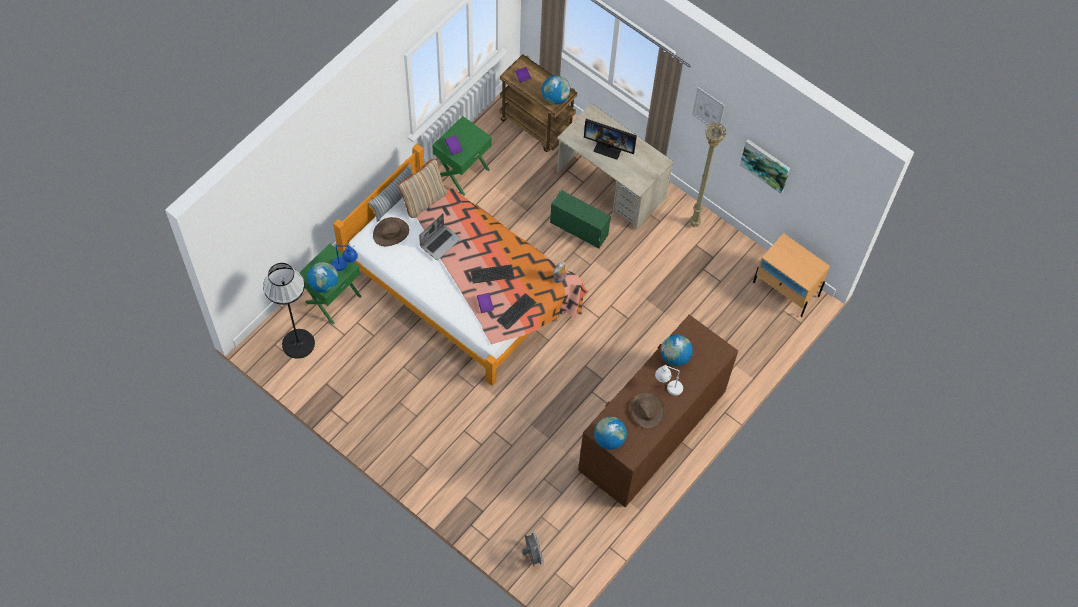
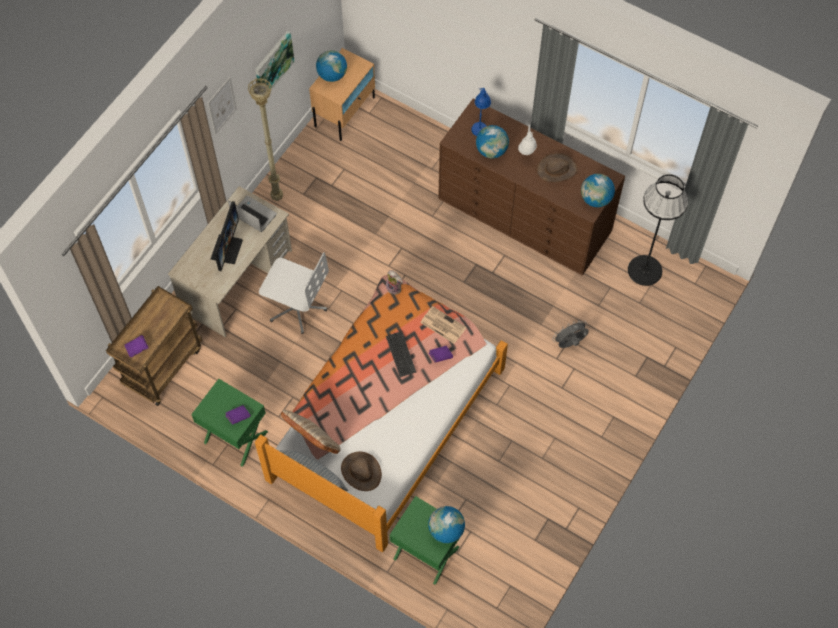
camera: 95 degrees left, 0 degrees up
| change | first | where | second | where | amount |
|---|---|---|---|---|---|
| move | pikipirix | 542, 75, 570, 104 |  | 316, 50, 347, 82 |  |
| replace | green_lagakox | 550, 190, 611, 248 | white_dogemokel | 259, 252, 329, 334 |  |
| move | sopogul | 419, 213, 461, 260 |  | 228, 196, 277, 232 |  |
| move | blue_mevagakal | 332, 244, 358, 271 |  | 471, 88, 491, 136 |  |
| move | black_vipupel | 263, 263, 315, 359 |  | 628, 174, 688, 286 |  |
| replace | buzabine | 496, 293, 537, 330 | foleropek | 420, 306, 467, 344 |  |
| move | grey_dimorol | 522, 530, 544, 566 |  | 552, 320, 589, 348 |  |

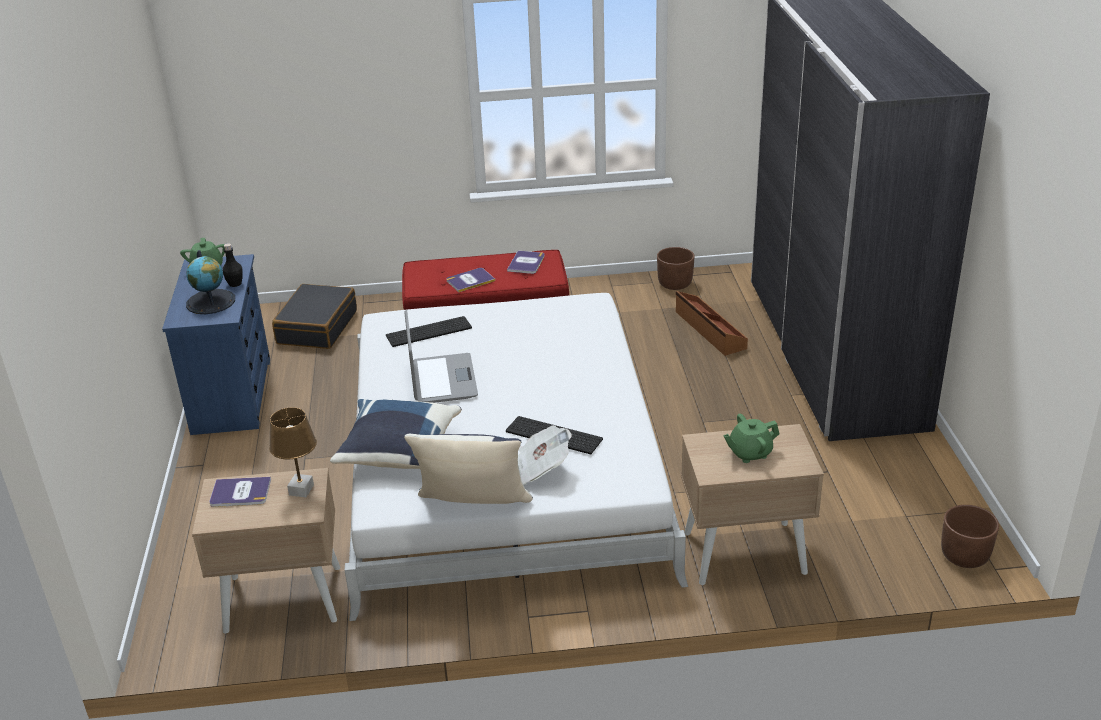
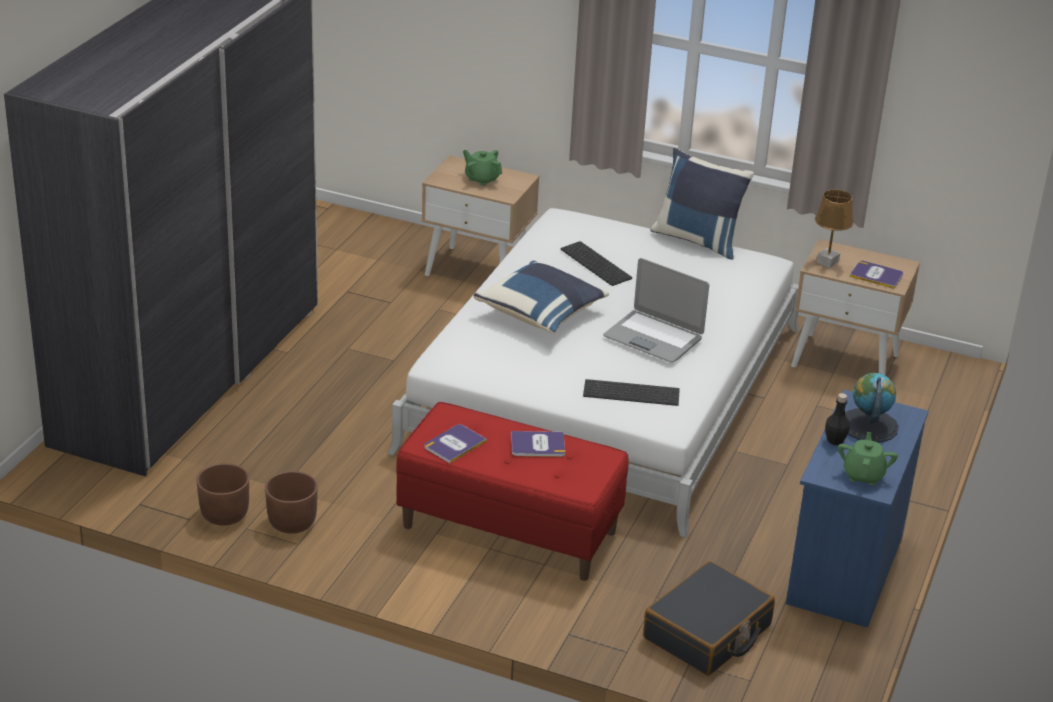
camera: 155 degrees left, 0 degrees up
| change | first | where | second | where | amount |
|---|---|---|---|---|---|
| delete | brown_lagakox | 676, 291, 748, 356 |  |  |  |
| rotate | sopogul | 404, 310, 478, 403 |  | 603, 258, 709, 363 | 75 degrees counterclockwise |
| move | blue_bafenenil | 330, 399, 462, 469 |  | 473, 261, 609, 334 |  |
| rotate | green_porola | 723, 414, 779, 463 |  | 463, 150, 502, 186 | 150 degrees counterclockwise |
| delete | foleropek | 518, 425, 572, 485 |  |  |  |
| move | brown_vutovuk | 941, 505, 999, 568 |  | 265, 471, 318, 534 |  |

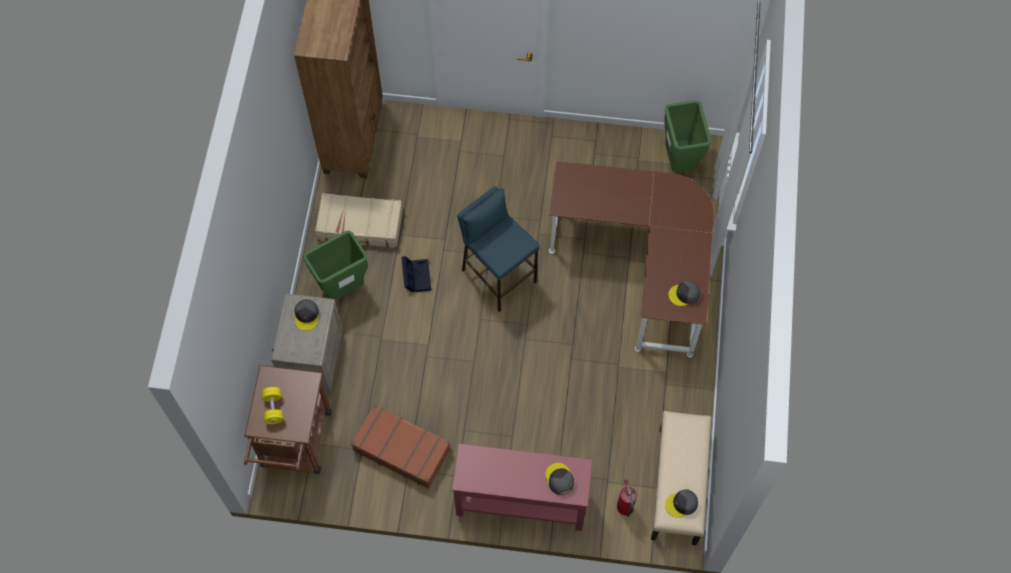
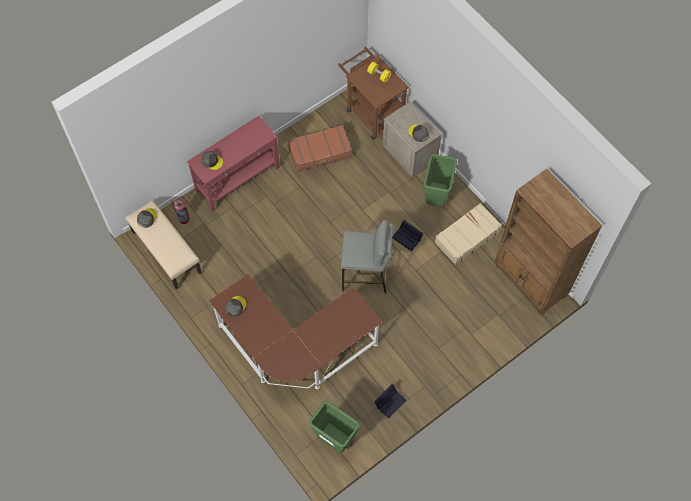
camera: 135 degrees right, 0 degrees up
| change | first | where | second | where | amount |
|---|---|---|---|---|---|
| recolor | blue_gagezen | 457, 186, 540, 312 | grey_gagezen | 341, 220, 393, 293 |  |
| insert |  |  | black_lagakox | 374, 384, 406, 419 |  |

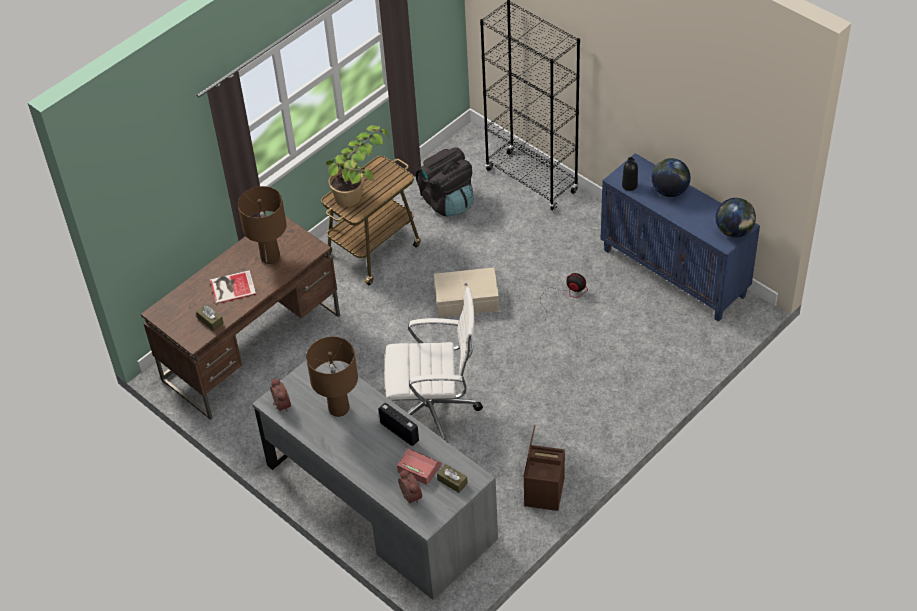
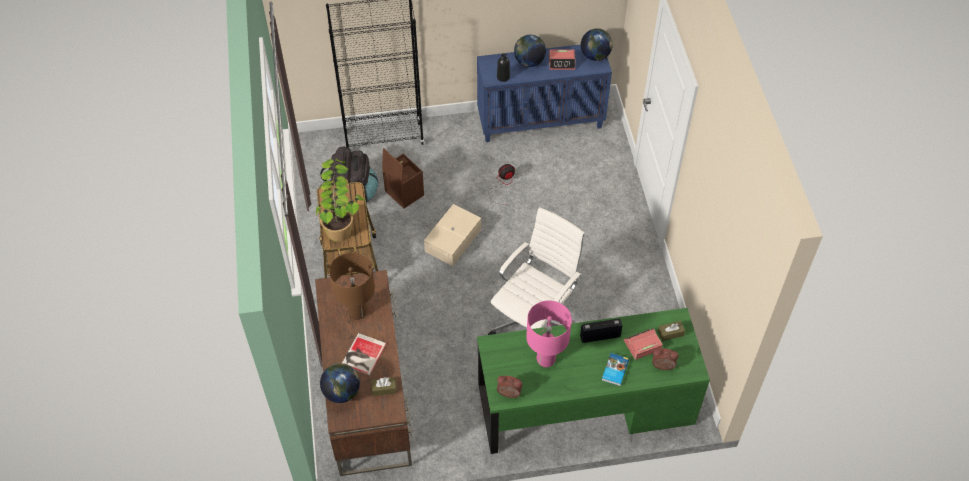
camera: 55 degrees left, 5 degrees up
| change | first | where | second | where | amount |
|---|---|---|---|---|---|
| recolor | brown_mevagakal | 306, 337, 358, 417 | pink_mevagakal | 526, 300, 572, 367 |  |
| recolor | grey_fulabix | 252, 360, 498, 600 | green_fulabix | 477, 308, 710, 454 |  |
| move | brown_lagakox | 523, 425, 565, 511 |  | 382, 148, 424, 209 |  |
| insert |  |  | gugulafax | 549, 50, 575, 70 |  |
| insert |  |  | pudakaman | 602, 353, 629, 386 |  |
| insert |  |  | pikipirix | 320, 363, 360, 403 |  |

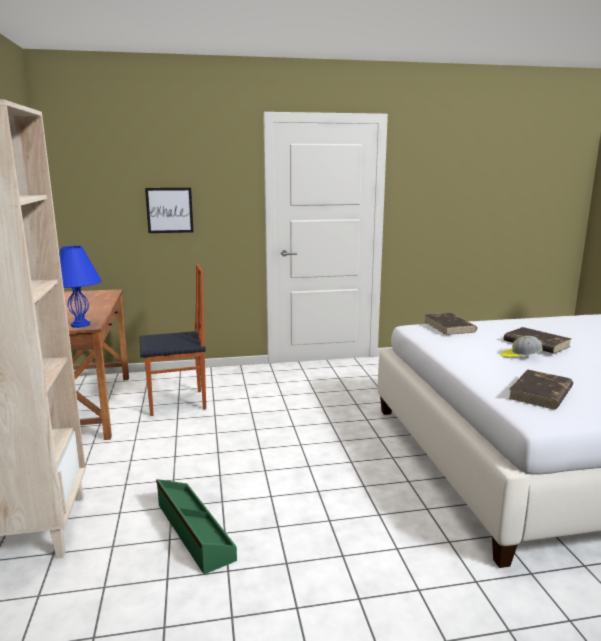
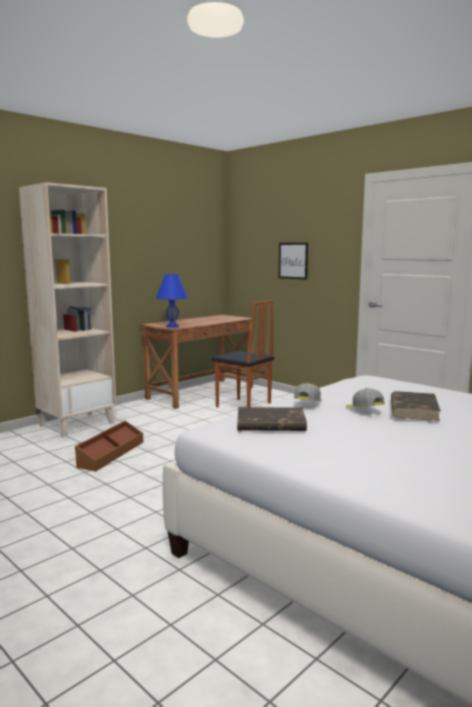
camera: 55 degrees right, 5 degrees down
| change | first | where | second | where | amount |
|---|---|---|---|---|---|
| delete | brown_pudakaman | 424, 313, 477, 335 |  |  |  |
| recolor | green_lagakox | 156, 479, 237, 574 | brown_lagakox | 75, 421, 143, 472 |  |
| insert |  |  | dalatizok | 294, 383, 322, 401 |  |

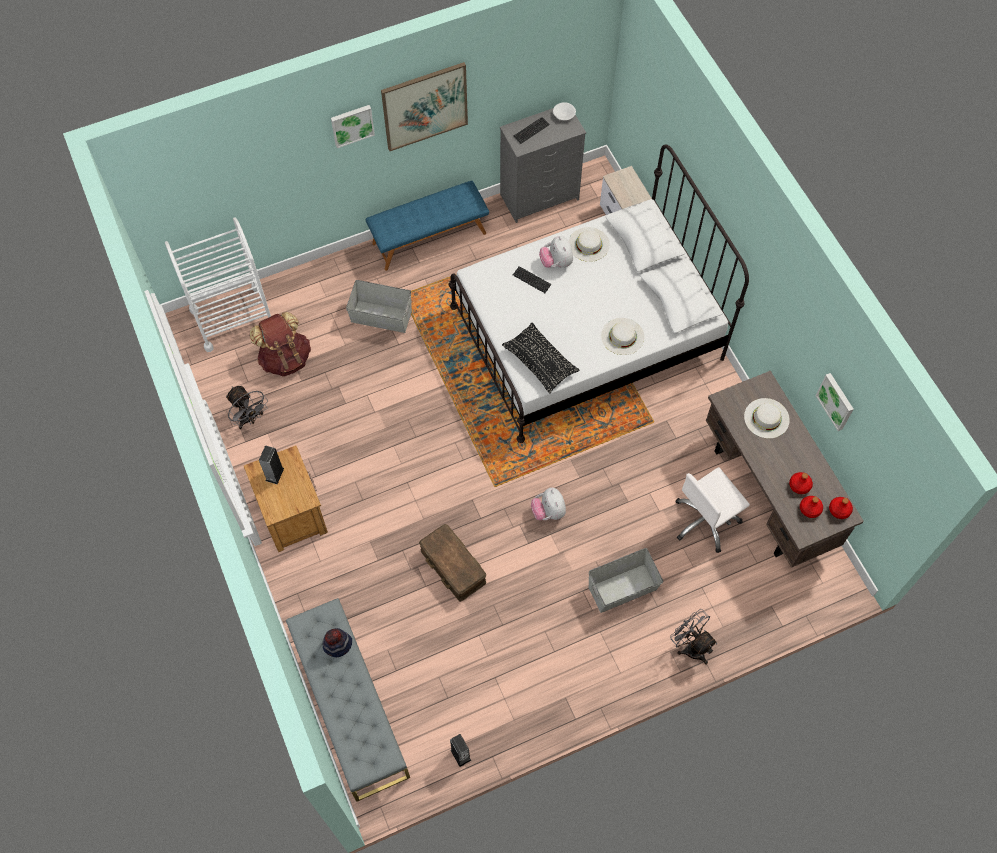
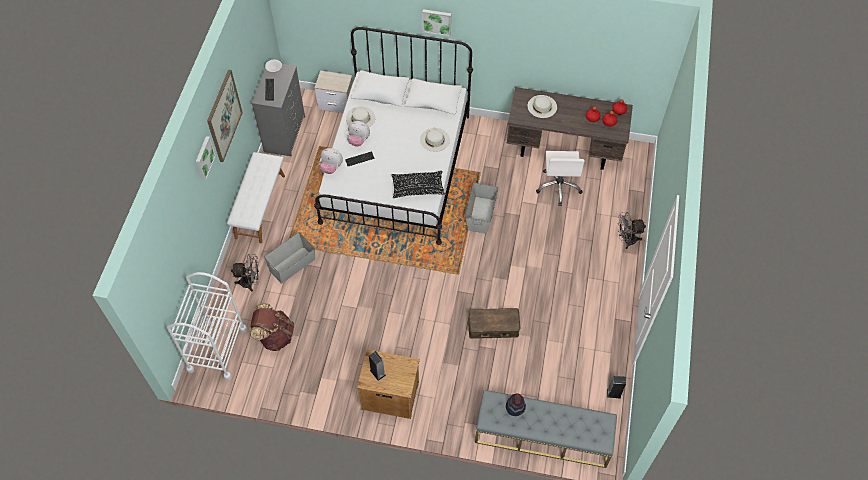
camera: 55 degrees left, 5 degrees down
| change | first | where | second | where | amount |
|---|---|---|---|---|---|
| recolor | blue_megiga | 366, 181, 489, 271 | white_megiga | 227, 152, 285, 243 |  |
| move | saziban | 816, 373, 854, 431 |  | 422, 9, 451, 36 |  |
| move | grey_dimorol | 226, 386, 268, 429 |  | 231, 254, 259, 292 |  |
| move | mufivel | 531, 487, 566, 520 |  | 319, 148, 343, 174 |  |
| move | grey_lagakox | 589, 548, 663, 613 |  | 465, 183, 499, 234 |  |

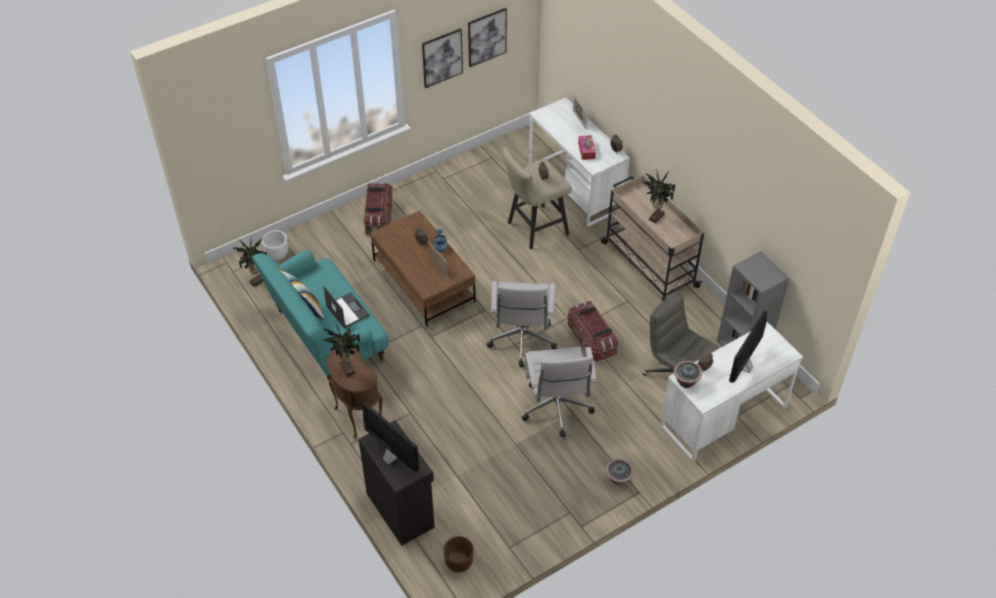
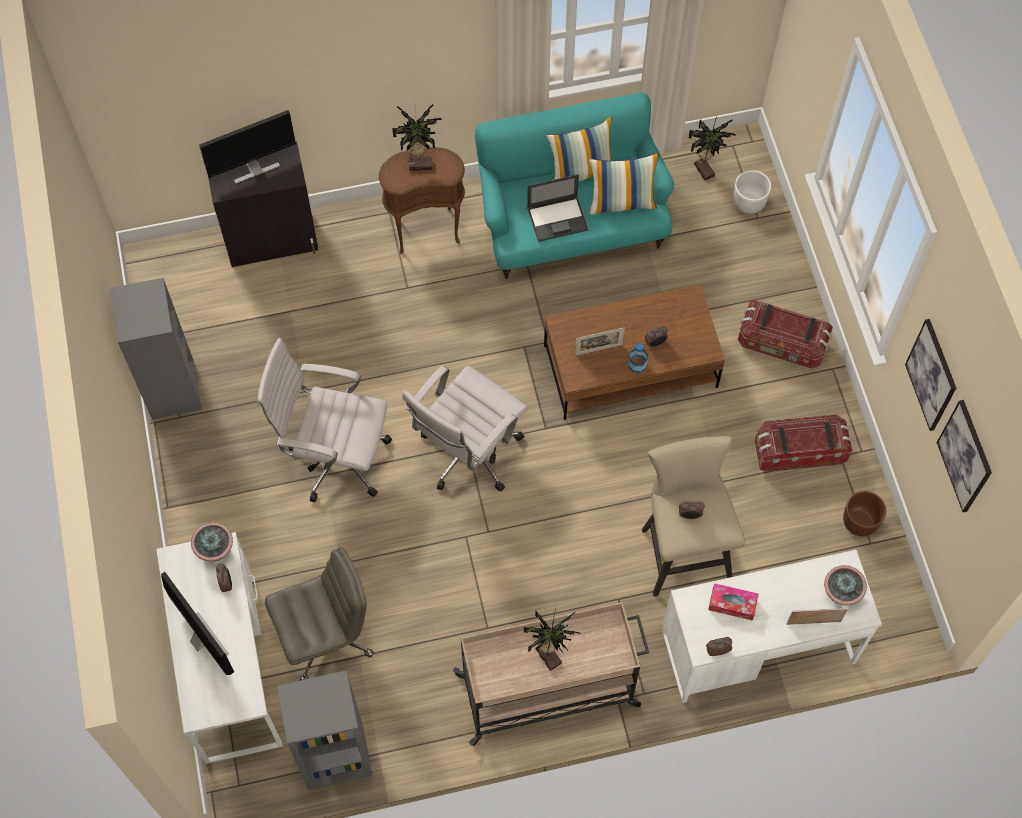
camera: 110 degrees right, 15 degrees up
| change | first | where | second | where | amount |
|---|---|---|---|---|---|
| rotate | white_dogemokel | 487, 281, 557, 367 |  | 402, 366, 527, 492 | 75 degrees counterclockwise |
| move | lagakox | 568, 301, 618, 361 |  | 755, 415, 852, 472 |  |
| move | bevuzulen | 606, 459, 634, 485 |  | 824, 565, 867, 605 |  |
| move | brown_vutovuk | 443, 536, 474, 573 |  | 843, 491, 886, 537 |  |
| insert |  |  | bafenenil | 589, 153, 659, 215 |  |
| insert |  |  | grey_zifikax | 110, 278, 201, 420 |  |

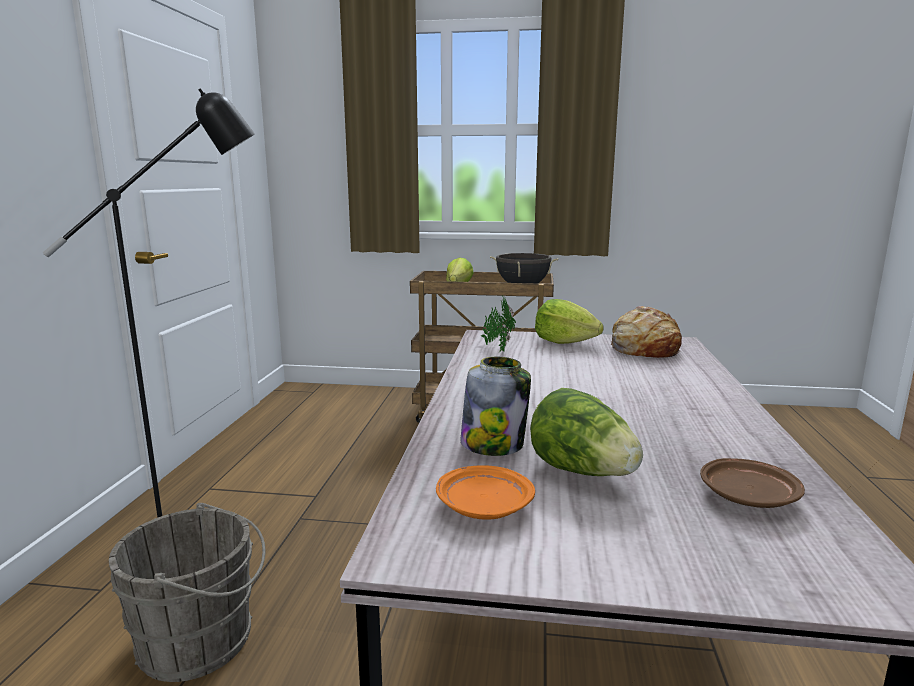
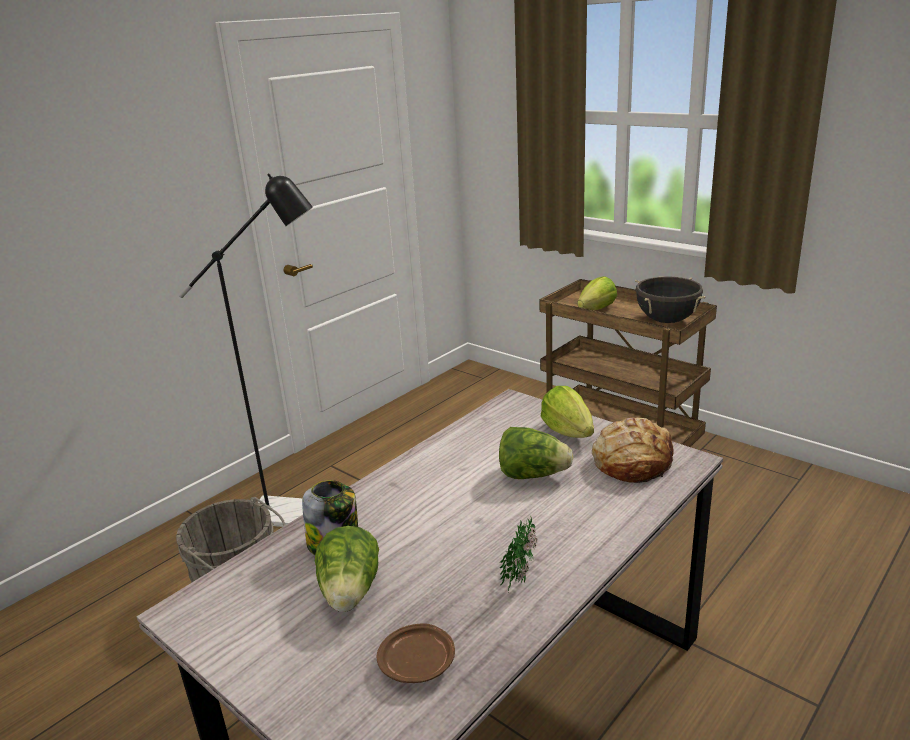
camera: 35 degrees right, 10 degrees up
| change | first | where | second | where | amount |
|---|---|---|---|---|---|
| move | bevuzulen | 481, 295, 516, 352 |  | 499, 516, 538, 592 |  |
| delete | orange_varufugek | 436, 465, 535, 520 |  |  |  |
| insert |  |  | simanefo | 499, 427, 573, 479 |  |

